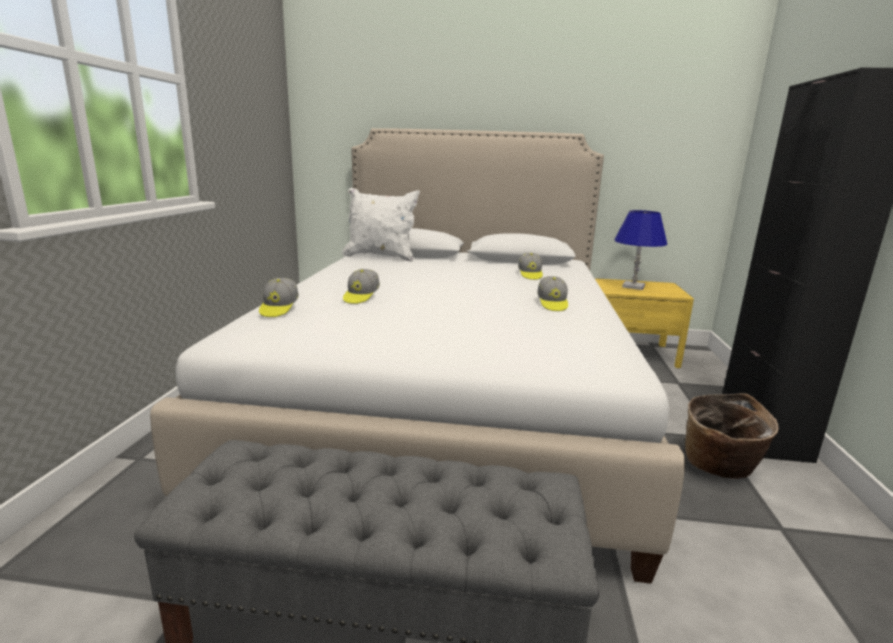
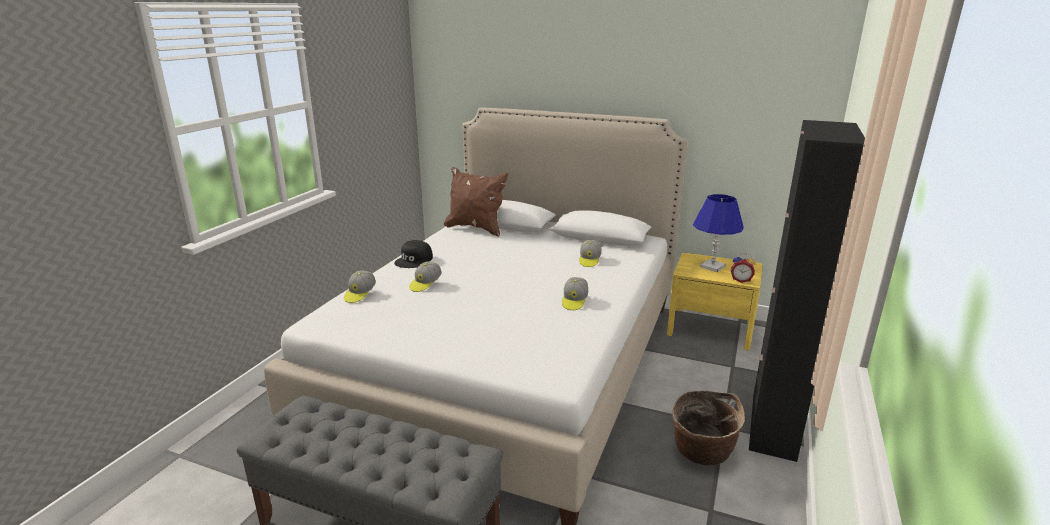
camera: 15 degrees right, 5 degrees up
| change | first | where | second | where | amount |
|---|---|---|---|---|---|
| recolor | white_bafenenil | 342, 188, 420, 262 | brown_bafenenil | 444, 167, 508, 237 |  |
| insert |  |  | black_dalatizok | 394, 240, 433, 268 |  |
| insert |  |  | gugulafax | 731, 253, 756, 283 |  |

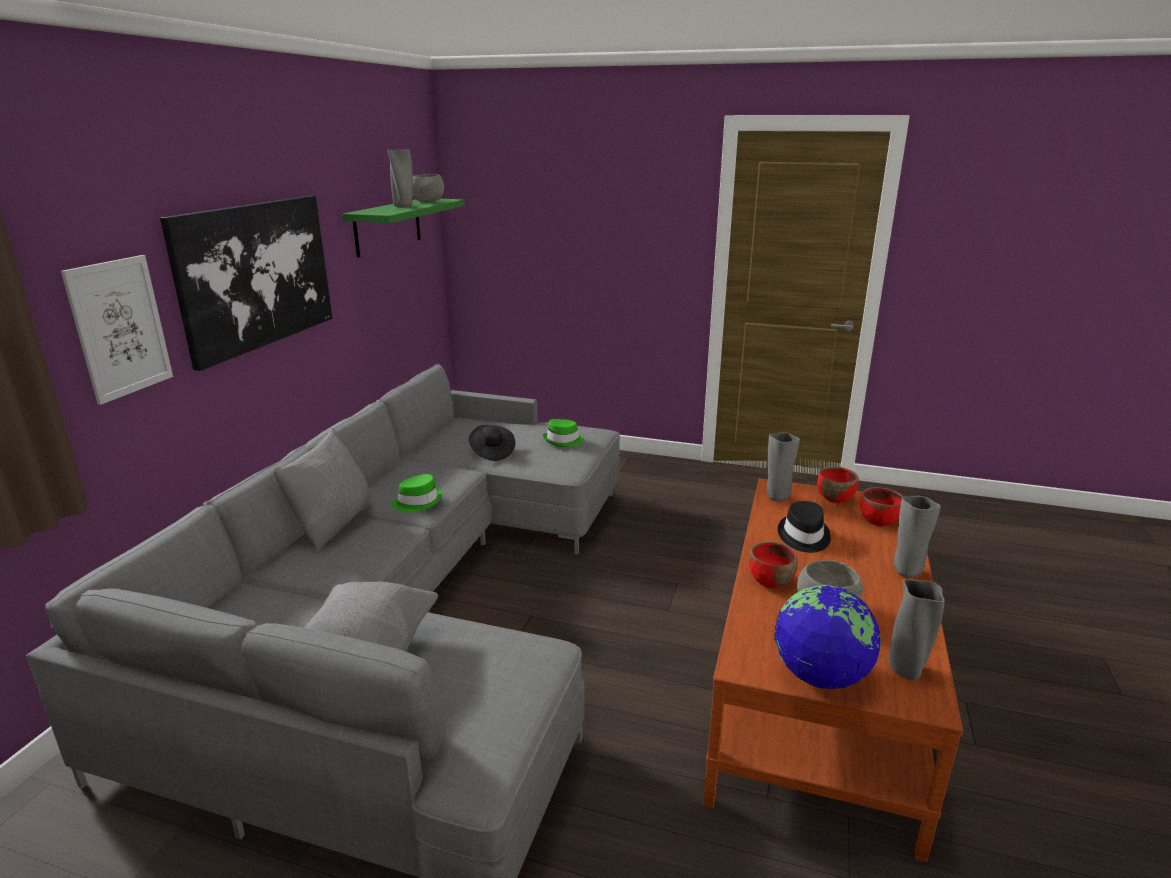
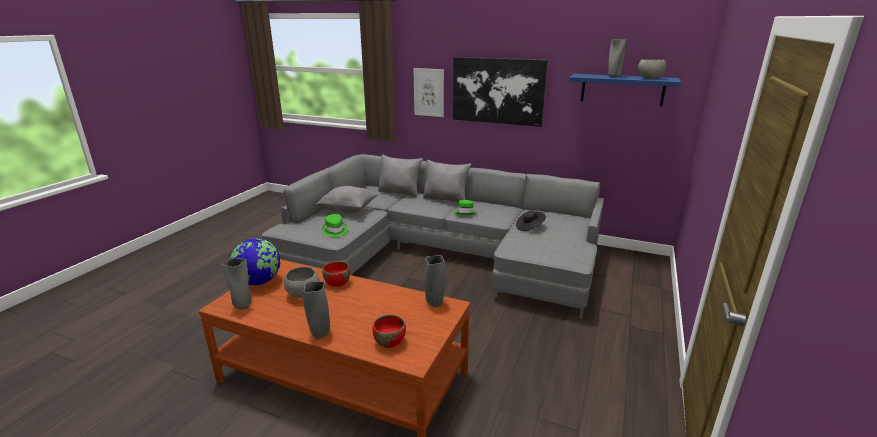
camera: 95 degrees right, 0 degrees up
| change | first | where | second | where | amount |
|---|---|---|---|---|---|
| recolor | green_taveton | 342, 199, 465, 257 | blue_taveton | 569, 74, 681, 106 |  |
| move | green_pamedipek | 543, 419, 585, 447 |  | 322, 214, 347, 237 |  |
| delete | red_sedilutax | 817, 466, 859, 503 |  |  |  |
| delete | black_pamedipek | 778, 501, 831, 553 |  |  |  |
| insert |  |  | grey_bafenenil | 378, 155, 423, 197 |  |

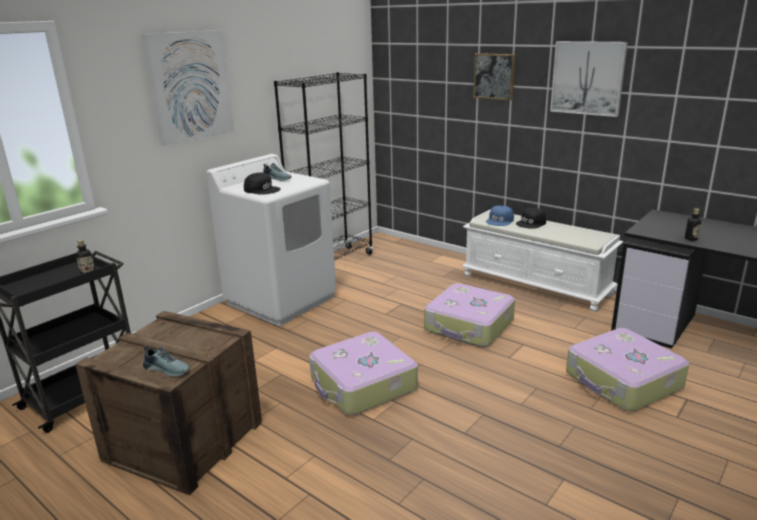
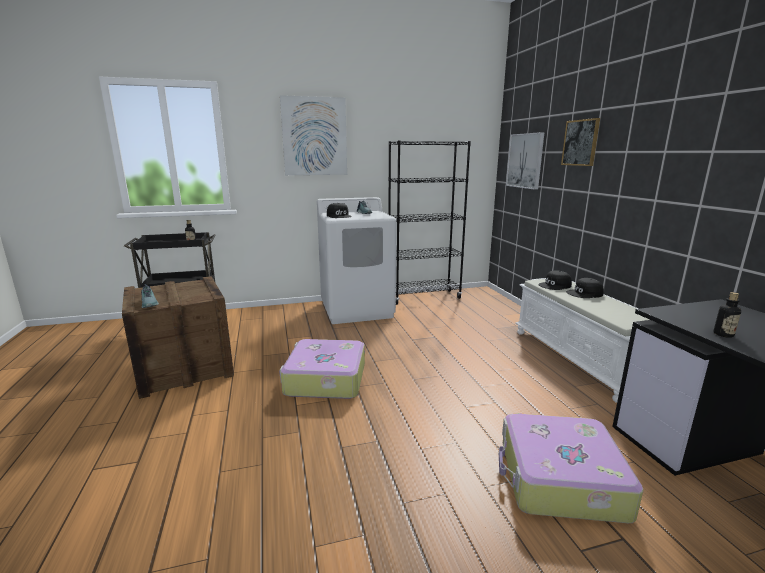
camera: 35 degrees right, 5 degrees down
| change | first | where | second | where | amount |
|---|---|---|---|---|---|
| move | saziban | 550, 41, 628, 117 |  | 506, 132, 545, 190 |  |
| recolor | blue_dalatizok | 486, 205, 514, 226 | black_dalatizok | 538, 270, 572, 290 |  |
| delete | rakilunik | 424, 283, 515, 347 |  |  |  |

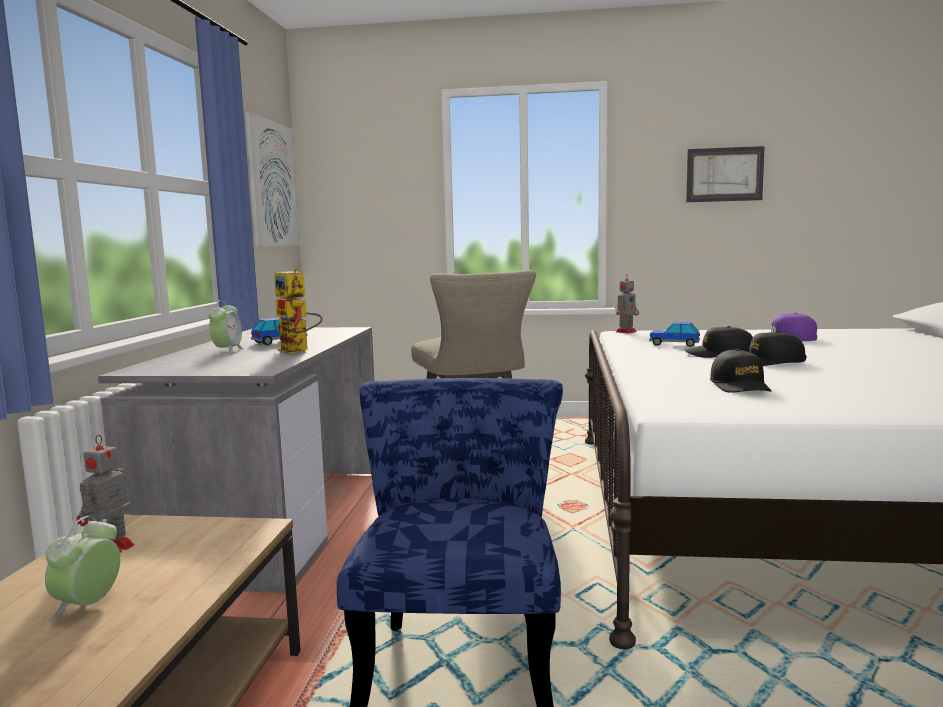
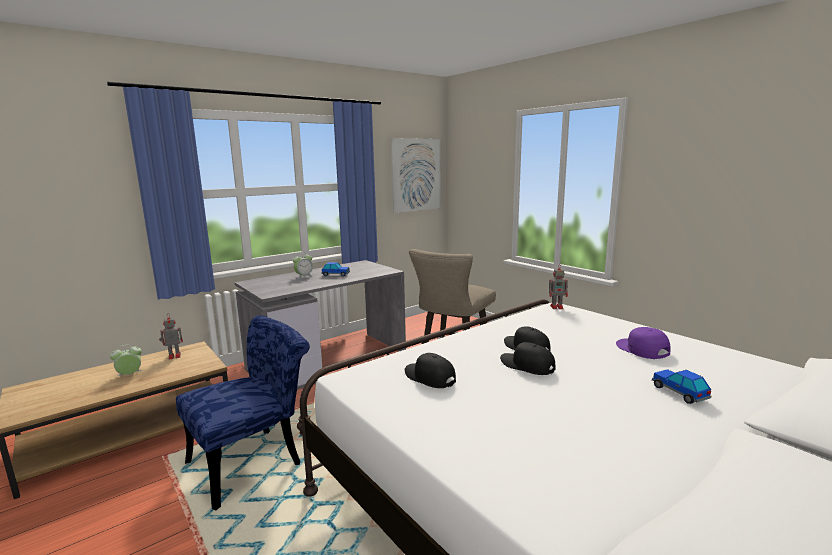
camera: 45 degrees right, 5 degrees up
| change | first | where | second | where | amount |
|---|---|---|---|---|---|
| delete | saziban | 686, 146, 765, 202 |  |  |  |
| delete | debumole | 274, 268, 323, 354 |  |  |  |
| move | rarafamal | 649, 322, 700, 347 |  | 652, 369, 711, 404 |  |
| rotate | black_dalatizok | 710, 349, 771, 393 |  | 405, 353, 456, 388 | 90 degrees clockwise |

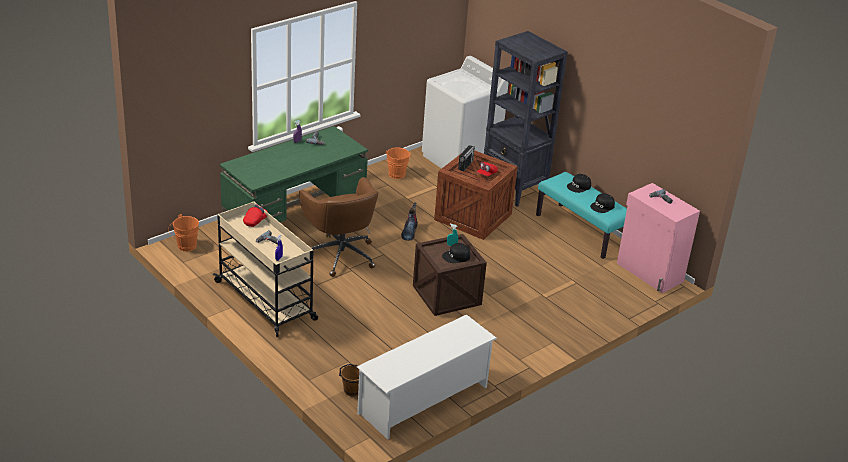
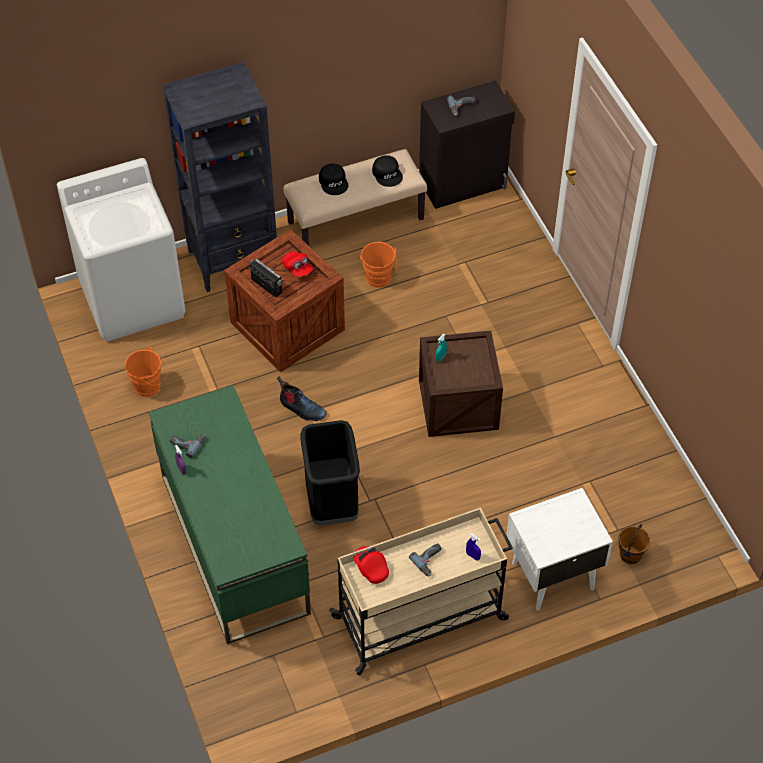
camera: 70 degrees left, 20 degrees up
| change | first | where | second | where | amount |
|---|---|---|---|---|---|
| recolor | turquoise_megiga | 536, 172, 627, 259 | beige_megiga | 284, 149, 427, 245 |  |
| replace | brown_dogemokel | 299, 177, 379, 277 | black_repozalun | 300, 420, 360, 526 |  |
| recolor | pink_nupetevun | 617, 183, 700, 293 | black_nupetevun | 419, 80, 515, 209 |  |
| move | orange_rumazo | 168, 214, 199, 251 |  | 360, 242, 397, 288 |  |
| delete | black_dalatizok | 442, 243, 470, 263 |  |  |  |
| delete | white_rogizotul | 357, 315, 497, 439 |  |  |  |
| insert |  |  | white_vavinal | 506, 488, 613, 610 |  |

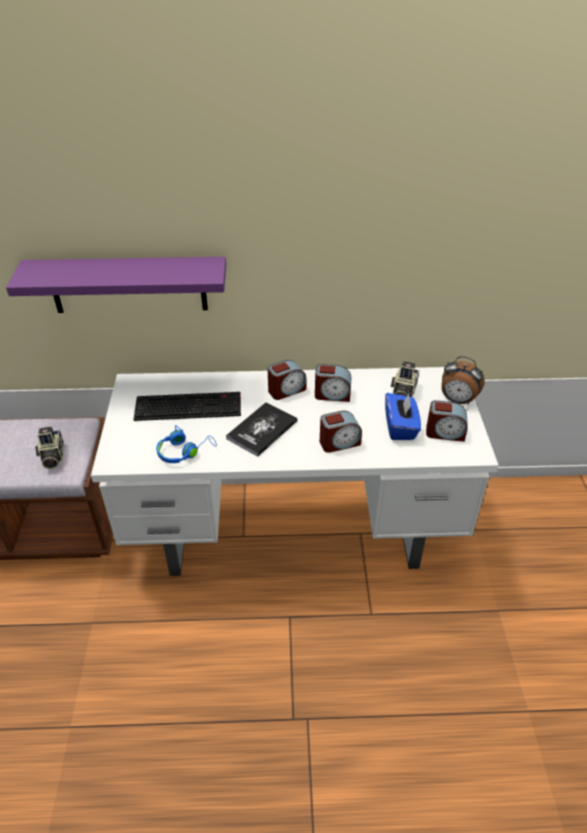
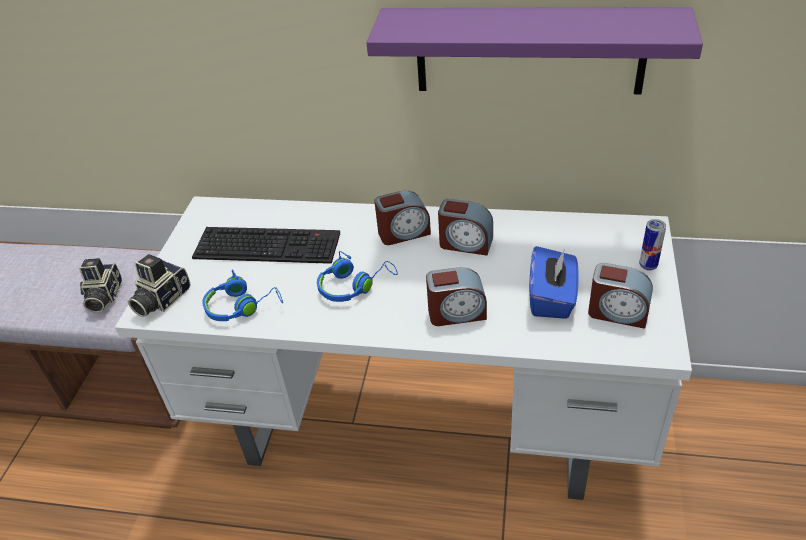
camera: 15 degrees right, 0 degrees up
| change | first | where | second | where | amount |
|---|---|---|---|---|---|
| move | purple_taveton | 6, 257, 226, 313 |  | 366, 7, 703, 94 |  |
| replace | gugulafax | 442, 356, 485, 405 | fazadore | 639, 219, 666, 271 |  |
| move | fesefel | 391, 361, 419, 397 |  | 128, 254, 191, 317 |  |
| replace | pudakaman | 226, 402, 298, 457 | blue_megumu | 317, 251, 398, 302 |  |

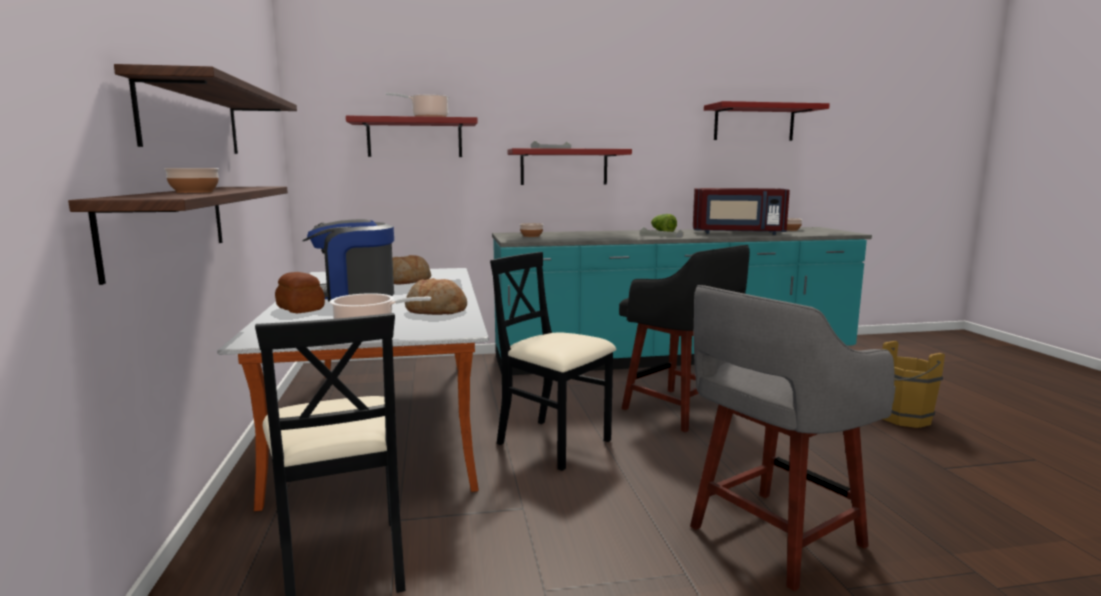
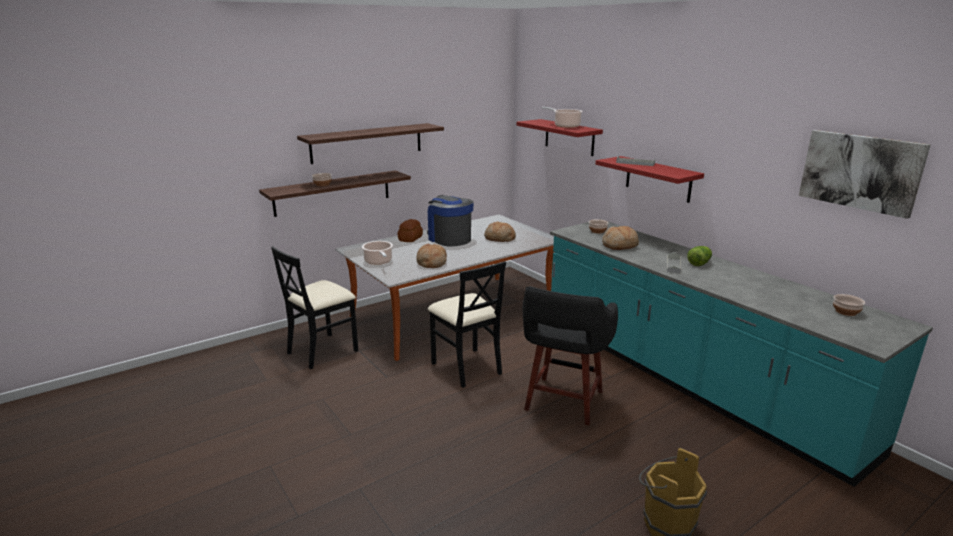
camera: 65 degrees right, 10 degrees up
| change | first | where | second | where | amount |
|---|---|---|---|---|---|
| replace | red_taveton | 704, 101, 830, 141 | saziban | 799, 130, 931, 219 |  |
| delete | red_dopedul | 693, 188, 790, 235 |  |  |  |
| rotate | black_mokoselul | 490, 252, 616, 471 |  | 428, 261, 506, 388 | 135 degrees clockwise |
| delete | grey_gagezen | 690, 285, 896, 591 |  |  |  |
| insert |  |  | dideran | 602, 226, 639, 250 |  |

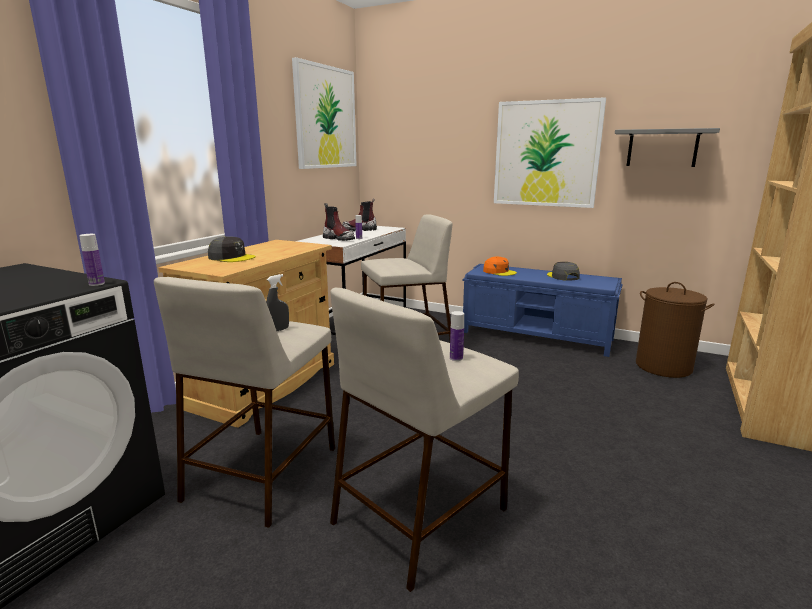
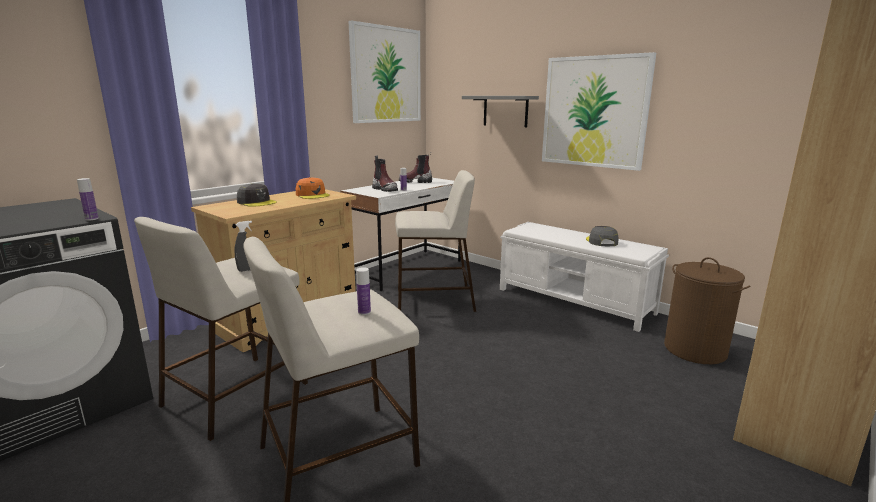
camera: 15 degrees right, 0 degrees up
| change | first | where | second | where | amount |
|---|---|---|---|---|---|
| move | grey_taveton | 615, 128, 720, 167 |  | 462, 96, 539, 127 |  |
| move | orange_dalatizok | 483, 257, 517, 276 |  | 296, 177, 330, 199 |  |
| recolor | blue_megiga | 463, 264, 623, 357 | white_megiga | 500, 222, 669, 332 |  |

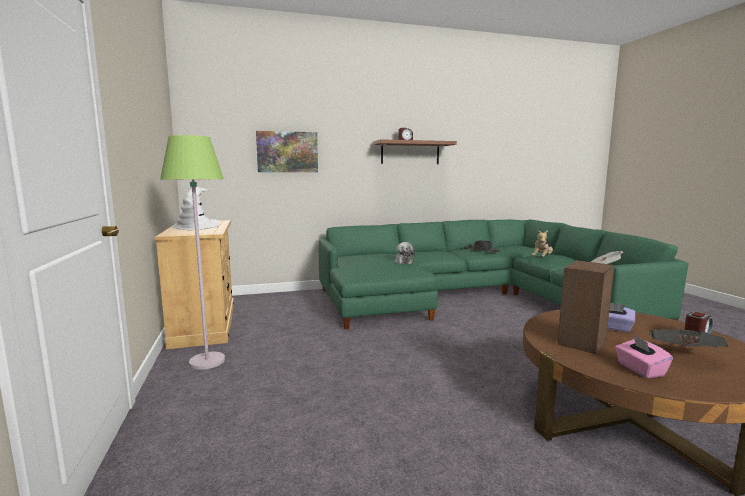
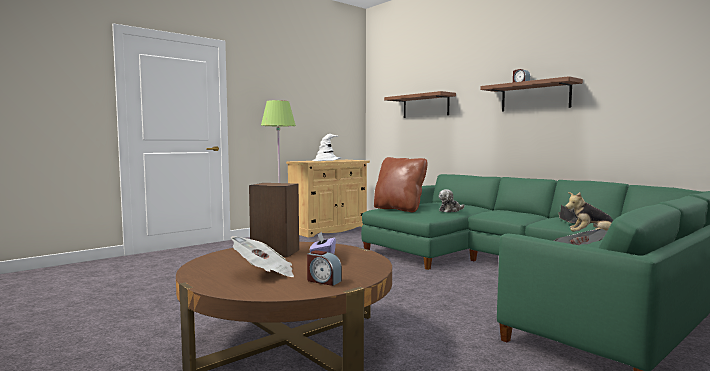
camera: 65 degrees right, 5 degrees down
| change | first | where | second | where | amount |
|---|---|---|---|---|---|
| replace | saziban | 256, 131, 318, 172 | brown_taveton | 384, 91, 456, 118 |  |
| delete | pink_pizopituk | 615, 335, 673, 378 |  |  |  |
| insert |  |  | brown_bafenenil | 374, 157, 428, 212 |  |

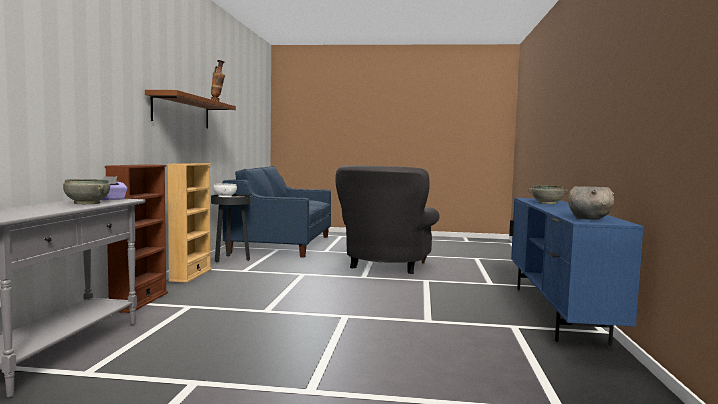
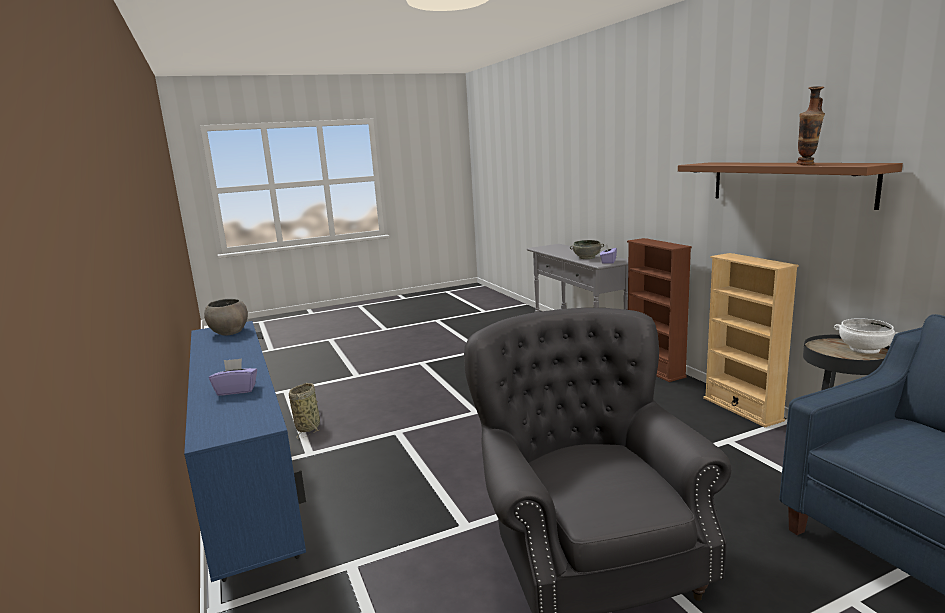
camera: 150 degrees right, 10 degrees up
| change | first | where | second | where | amount |
|---|---|---|---|---|---|
| replace | grey_sedilutax | 528, 185, 568, 204 | purple_pizopituk | 209, 358, 257, 396 |  |
| insert |  |  | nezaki | 289, 383, 320, 439 |  |

